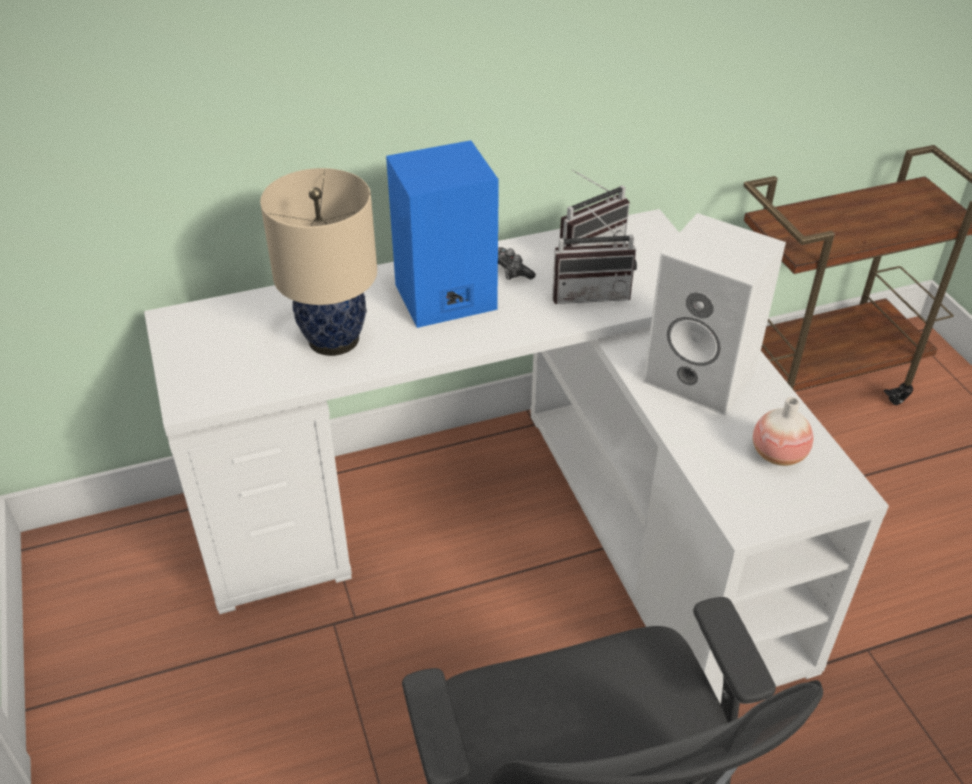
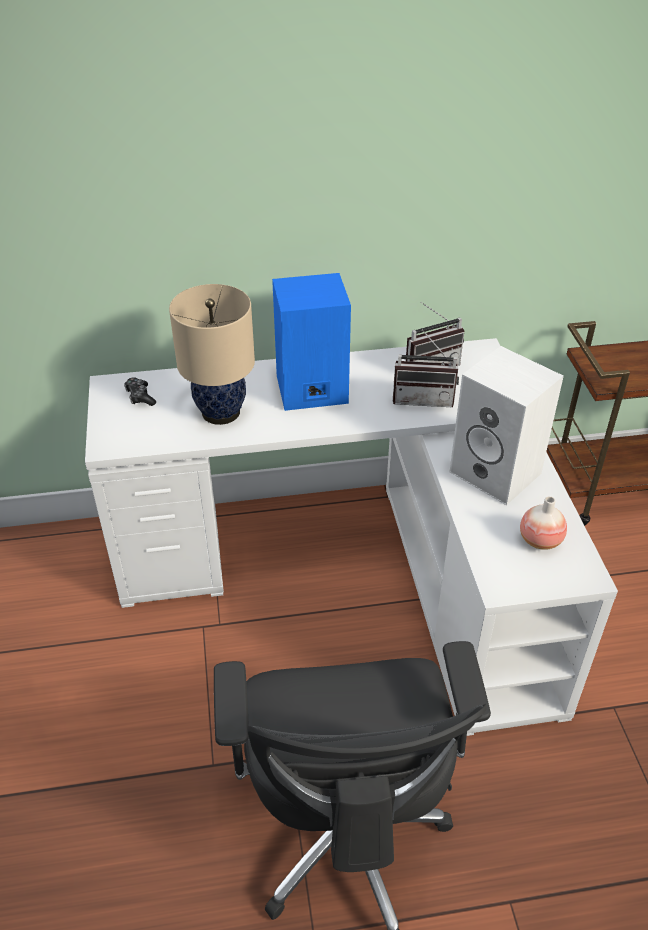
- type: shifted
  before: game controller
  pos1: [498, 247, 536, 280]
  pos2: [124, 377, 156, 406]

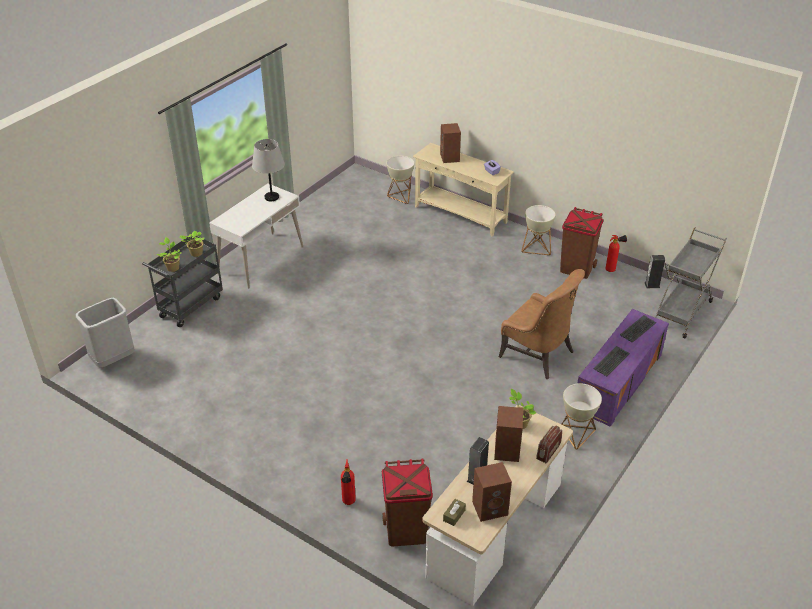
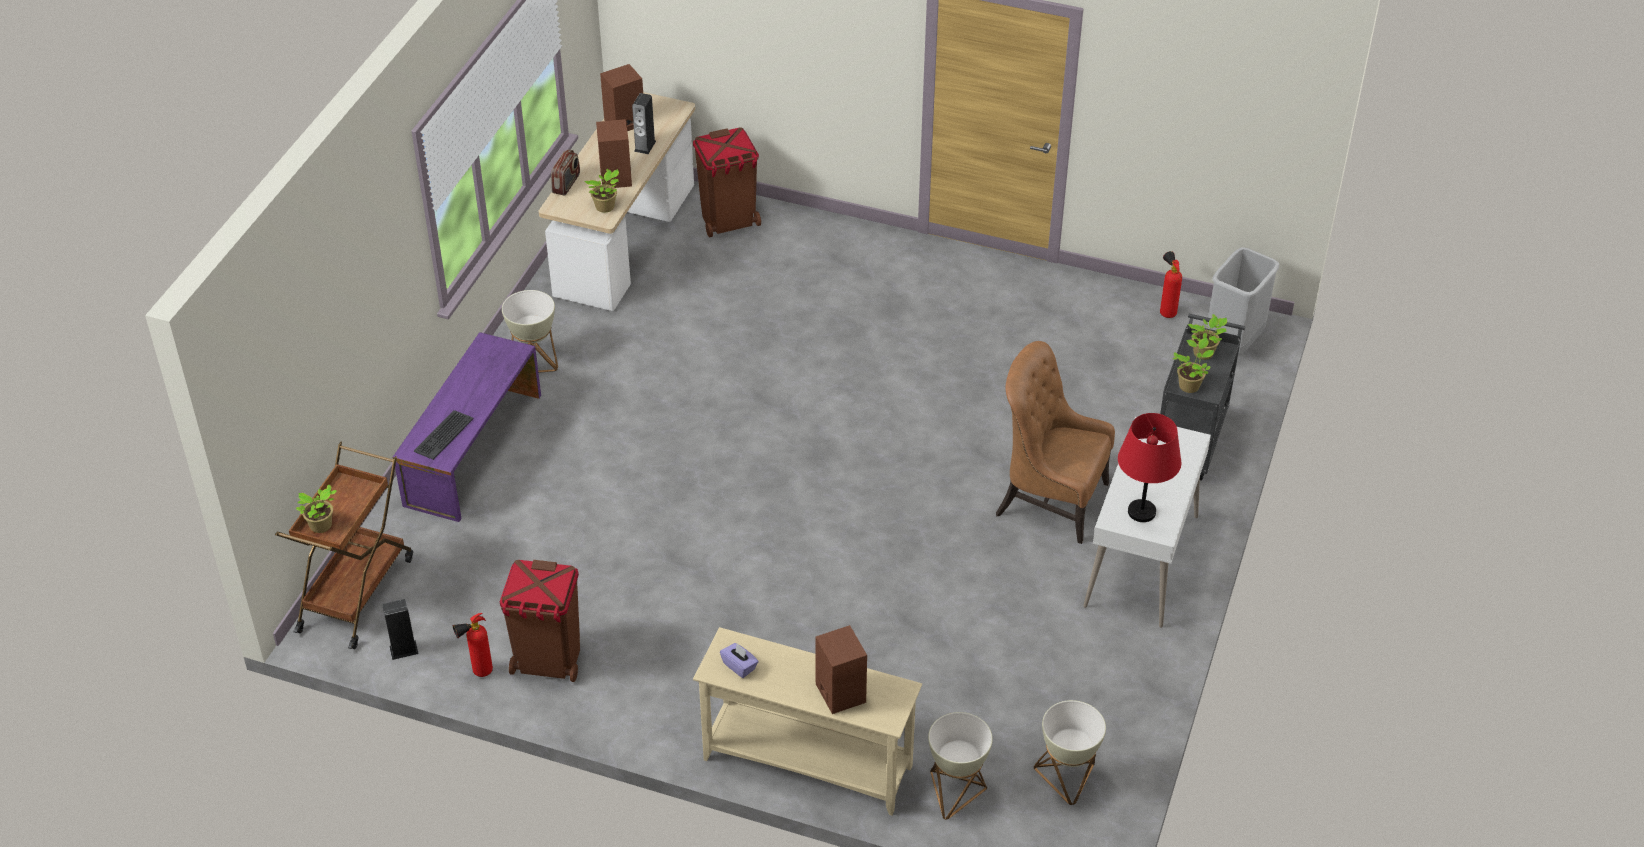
- type: repainted
  before: table lamp (grey)
  after: table lamp (red)
  pos1: [252, 139, 285, 201]
  pos2: [1118, 413, 1181, 522]
- type: shifted
  before: planter
  pos1: [522, 205, 556, 255]
  pos2: [1034, 700, 1106, 805]
- type: repainted
  before: cart (grey)
  after: cart (brown)
  pos1: [655, 227, 727, 338]
  pos2: [275, 442, 413, 649]
- type: shifted
  before: chair (brown)
  pos1: [499, 269, 585, 379]
  pos2: [996, 341, 1115, 544]
- type: gone
  before: keyboard
  pos1: [593, 346, 630, 376]
- type: shifted
  before: fire extinguisher
  pos1: [341, 459, 356, 505]
  pos2: [1160, 251, 1182, 318]
- type: gone
  before: tissue box (brown)
  pos1: [443, 499, 466, 526]
- type: new
  after: potted plant
  pos2: [296, 485, 337, 533]

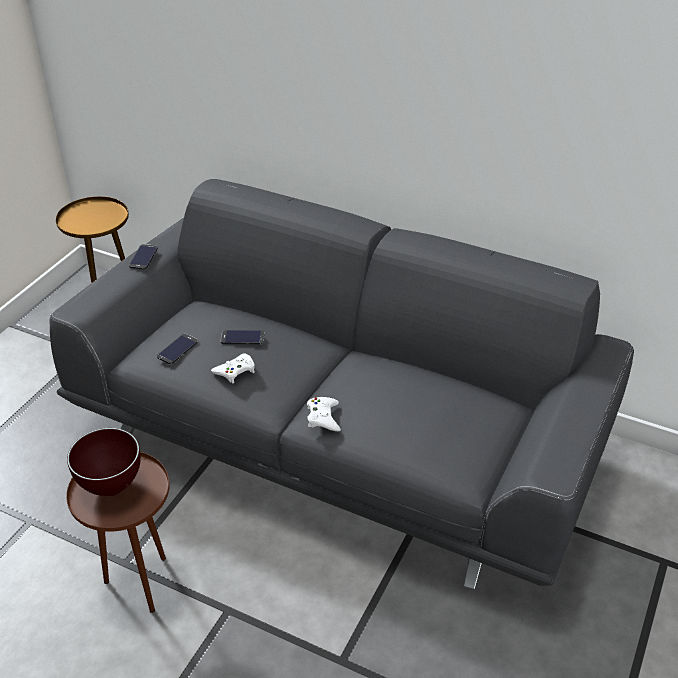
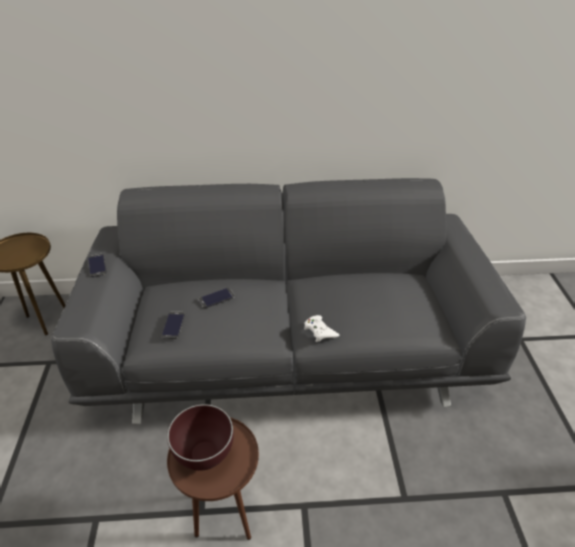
- type: gone
  before: game controller (white)
  pos1: [211, 353, 255, 384]

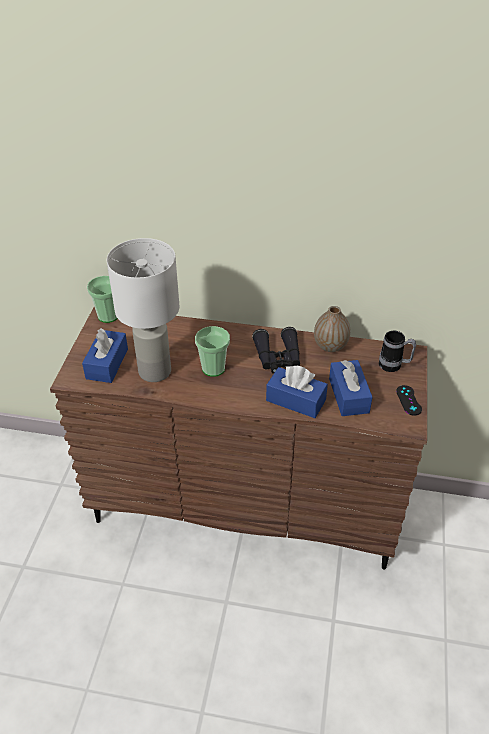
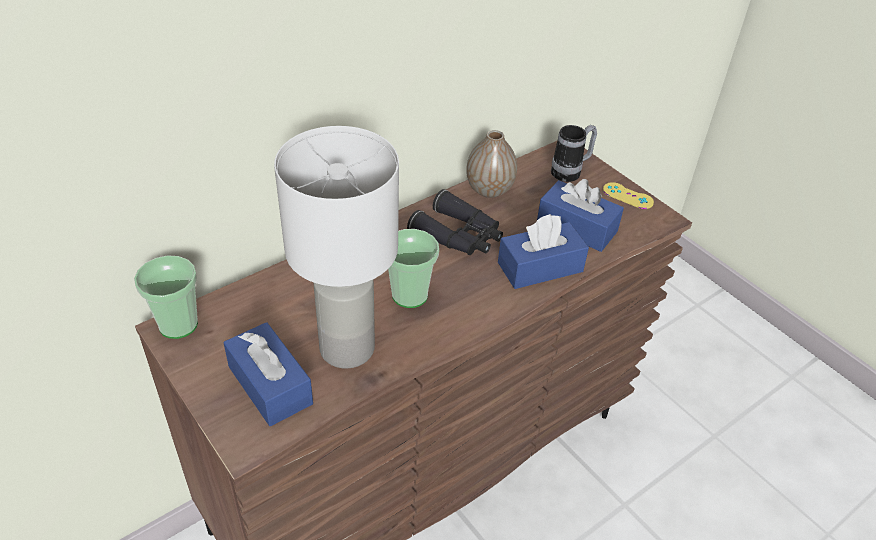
- type: repainted
  before: game controller (black)
  after: game controller (yellow)
  pos1: [396, 385, 422, 416]
  pos2: [603, 182, 654, 209]

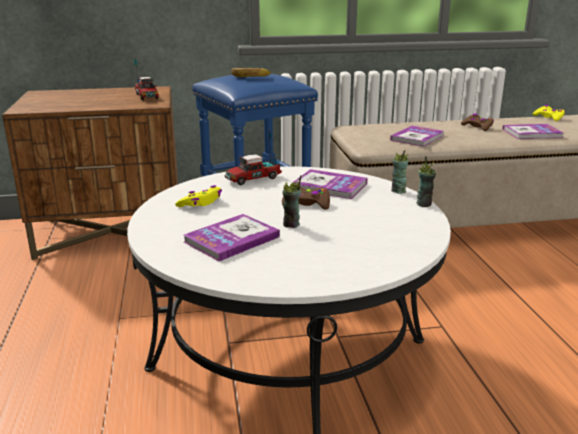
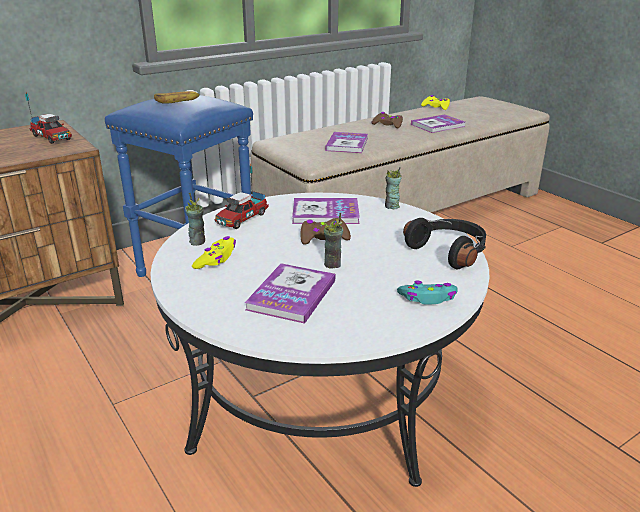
- type: shifted
  before: cup
  pos1: [416, 156, 436, 207]
  pos2: [185, 193, 205, 246]
- type: new
  after: headphones (black)
  pos2: [403, 218, 486, 269]
- type: new
  after: game controller (turquoise)
  pos2: [397, 281, 457, 304]

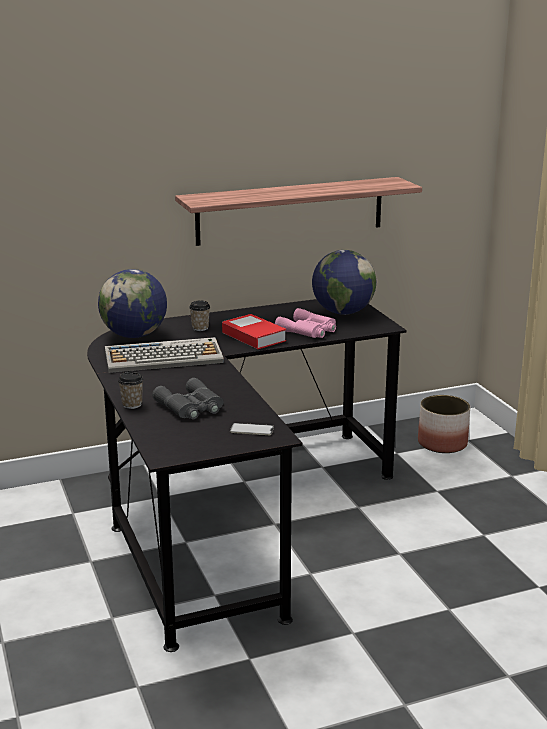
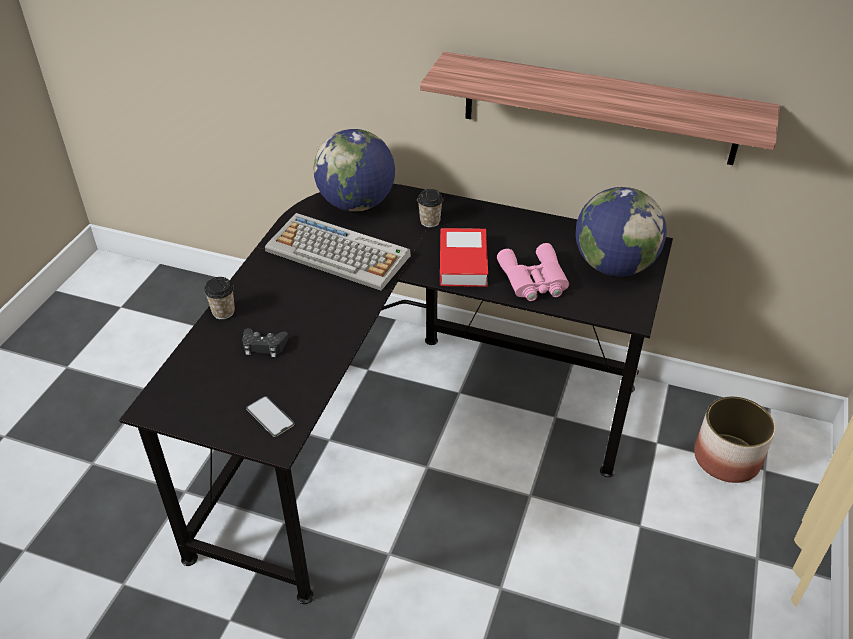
- type: swapped
  before: binoculars (grey)
  after: game controller (black)
  pos1: [152, 378, 224, 419]
  pos2: [242, 328, 288, 357]

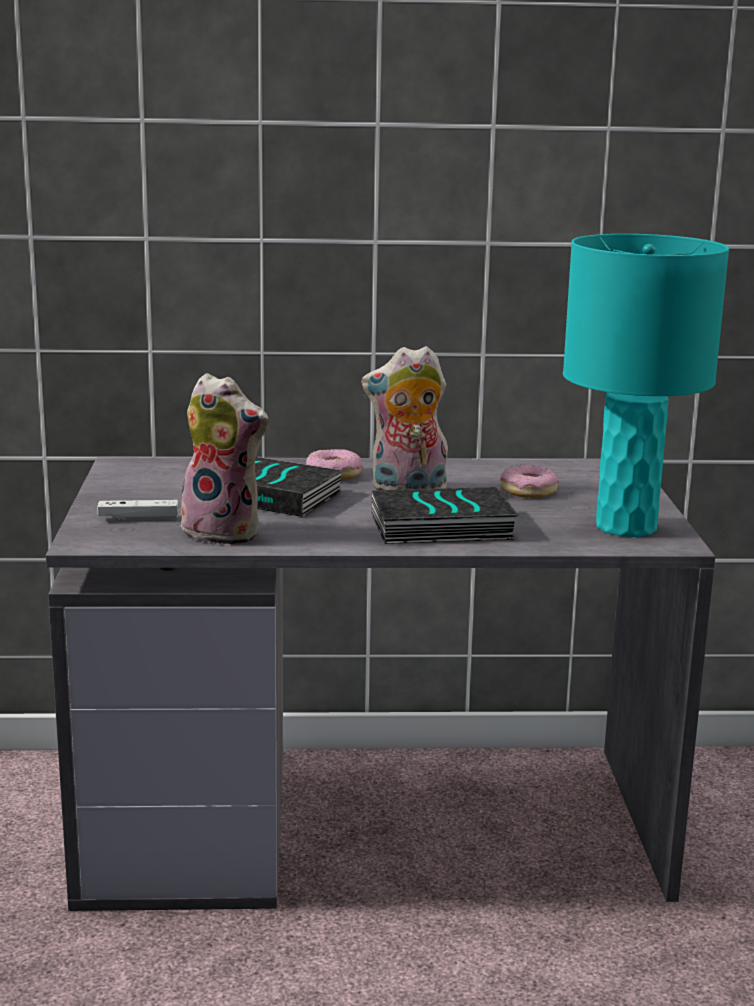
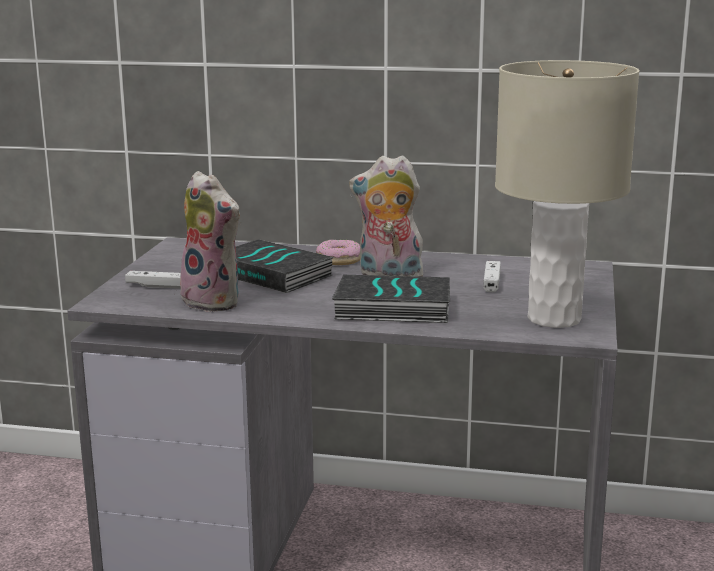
- type: repainted
  before: table lamp (turquoise)
  after: table lamp (beige)
  pos1: [563, 234, 729, 537]
  pos2: [495, 60, 640, 328]
- type: swapped
  before: donut
  after: game controller (white)
  pos1: [500, 465, 559, 498]
  pos2: [483, 261, 501, 292]

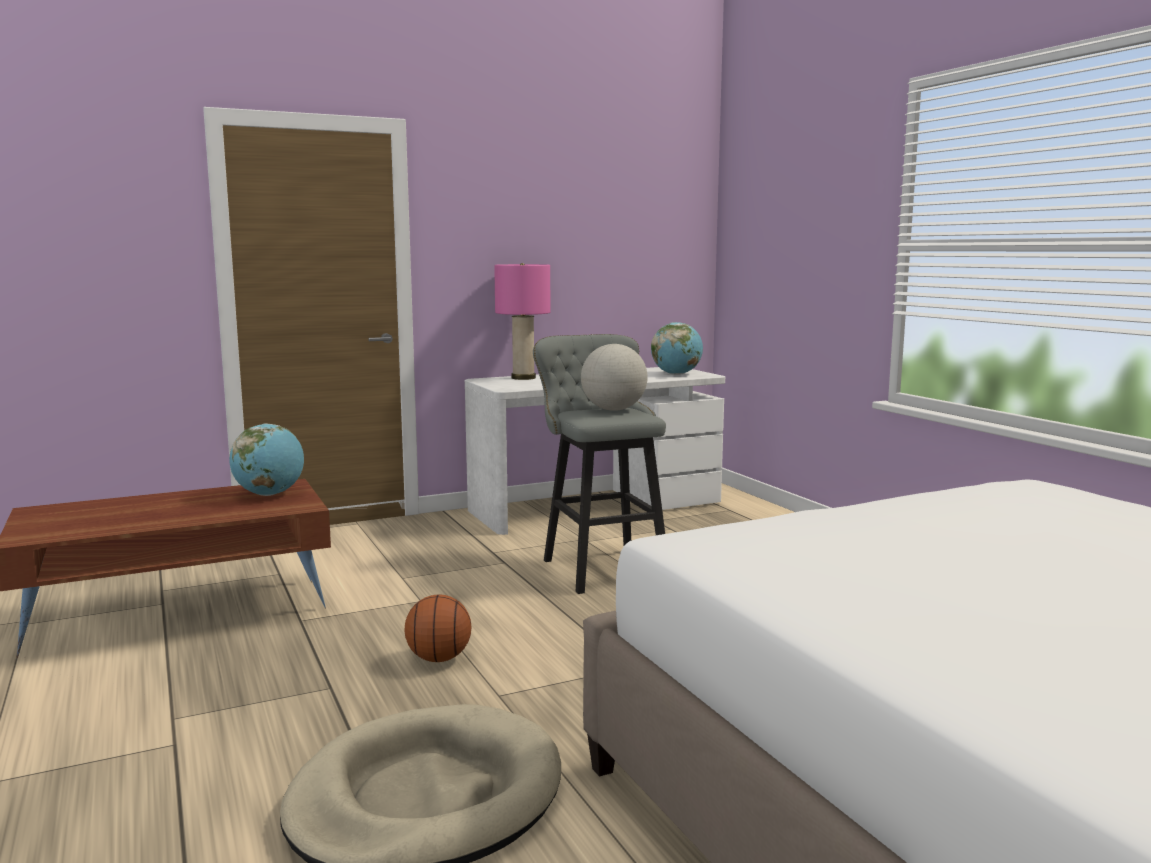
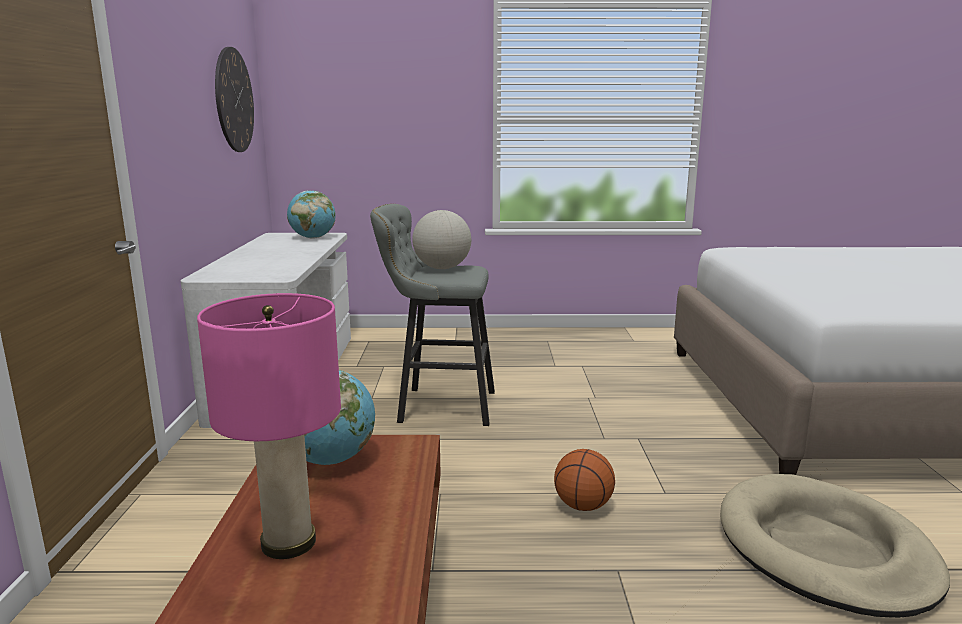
- type: shifted
  before: table lamp (pink)
  pos1: [494, 263, 550, 380]
  pos2: [197, 293, 341, 559]
- type: new
  after: wall clock
  pos2: [215, 47, 254, 152]

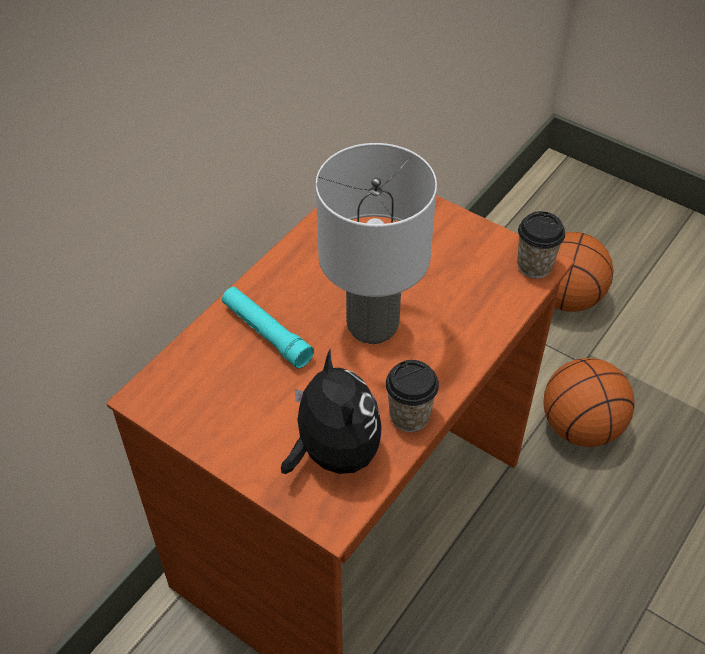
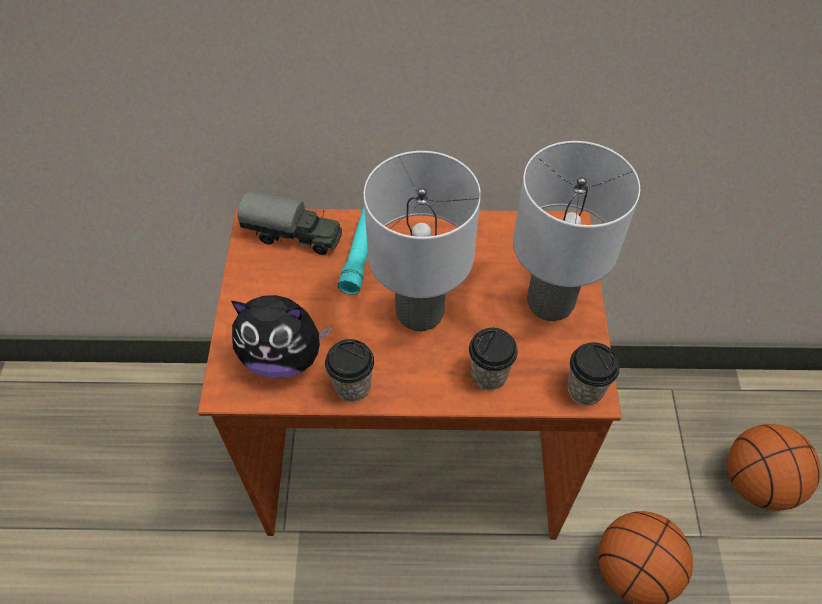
- type: rotated
  before: plush toy
  pos1: [281, 349, 382, 474]
  pos2: [231, 295, 332, 378]
  turn: 60
- type: new
  after: table lamp (white)
  pos2: [513, 141, 640, 321]
- type: new
  after: toy truck
  pos2: [237, 190, 342, 255]
- type: new
  after: cup
  pos2: [469, 328, 518, 390]

